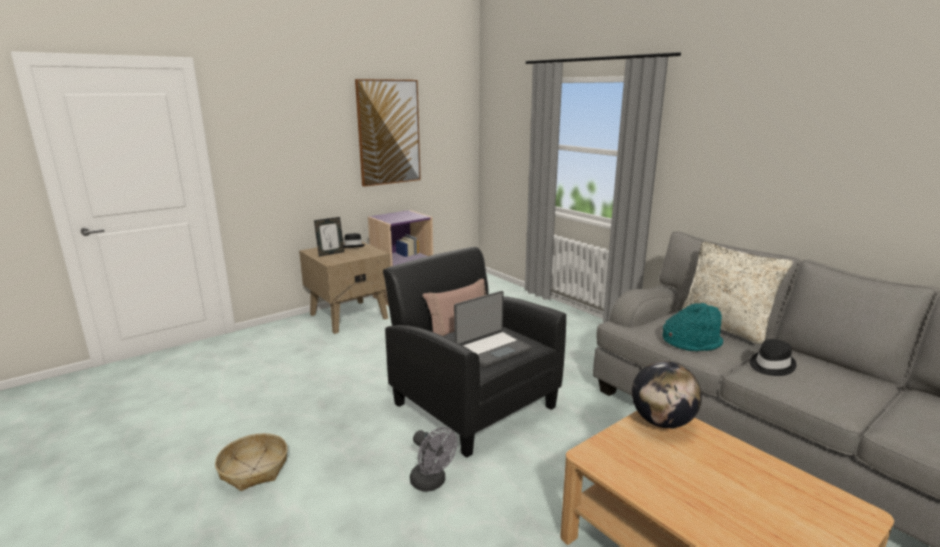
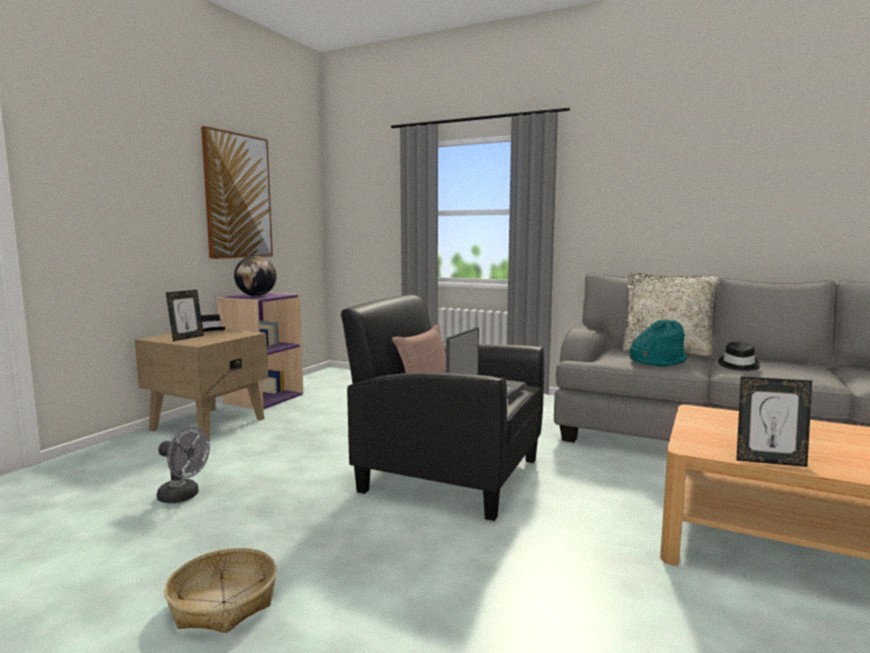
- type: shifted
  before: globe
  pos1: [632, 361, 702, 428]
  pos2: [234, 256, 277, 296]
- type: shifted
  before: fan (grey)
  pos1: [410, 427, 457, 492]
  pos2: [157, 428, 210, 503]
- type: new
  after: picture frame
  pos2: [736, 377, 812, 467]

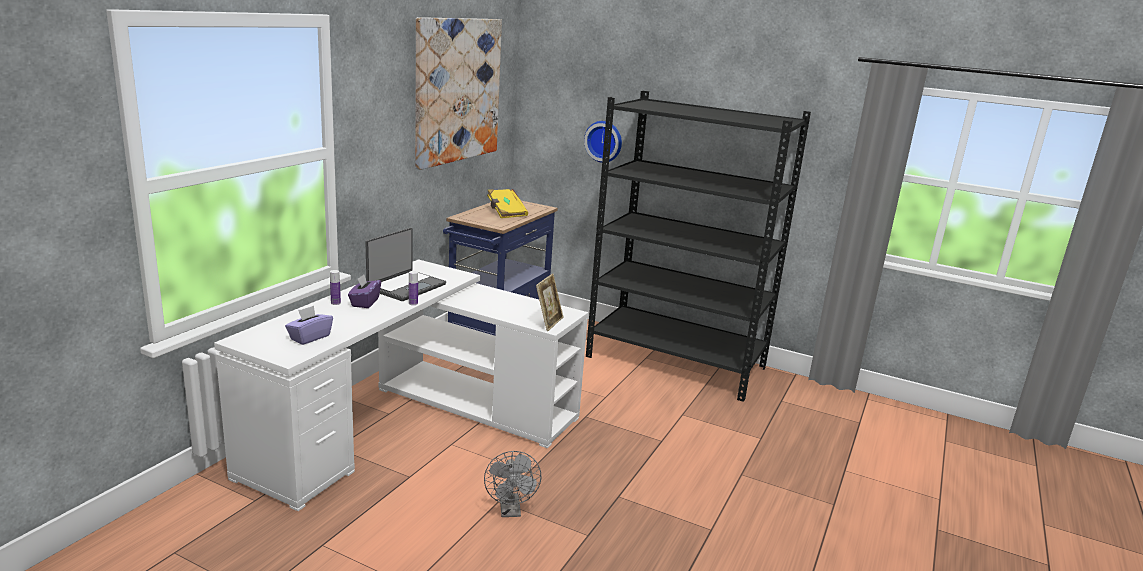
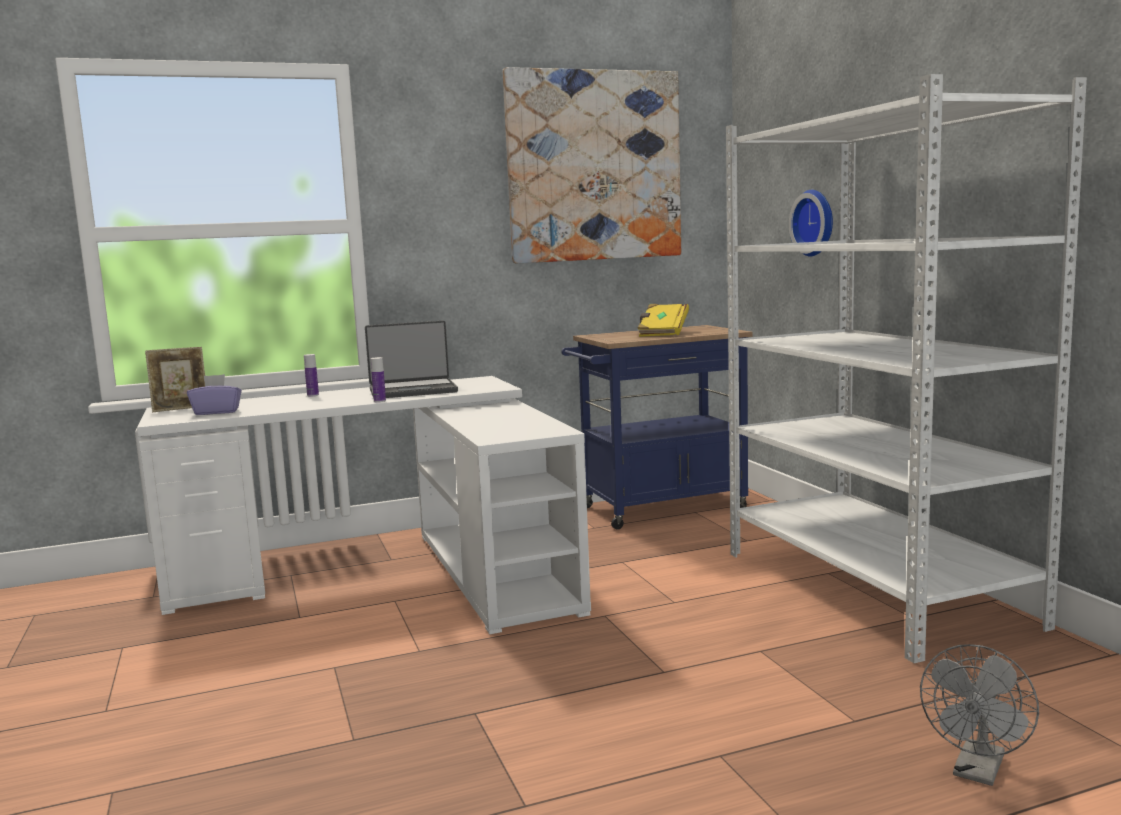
- type: repainted
  before: bookcase (black)
  after: bookcase (white)
  pos1: [586, 91, 811, 402]
  pos2: [726, 74, 1087, 663]
- type: gone
  before: tissue box (purple)
  pos1: [348, 274, 381, 308]
- type: shifted
  before: picture frame
  pos1: [536, 274, 563, 331]
  pos2: [145, 347, 205, 412]
- type: shifted
  before: fan (grey)
  pos1: [484, 451, 542, 517]
  pos2: [920, 644, 1039, 786]

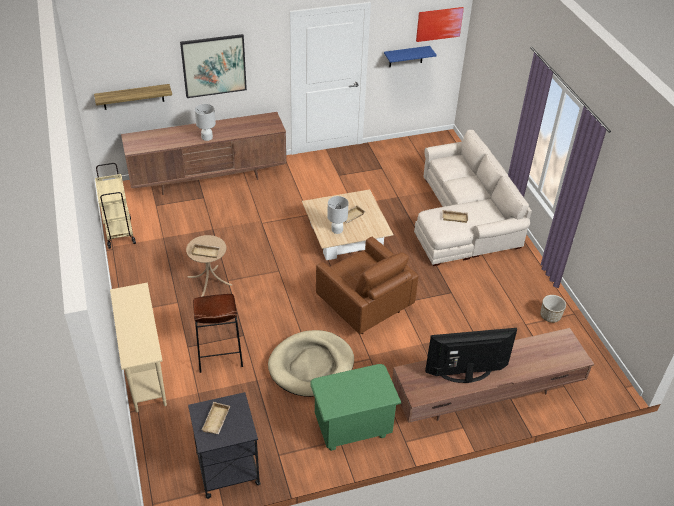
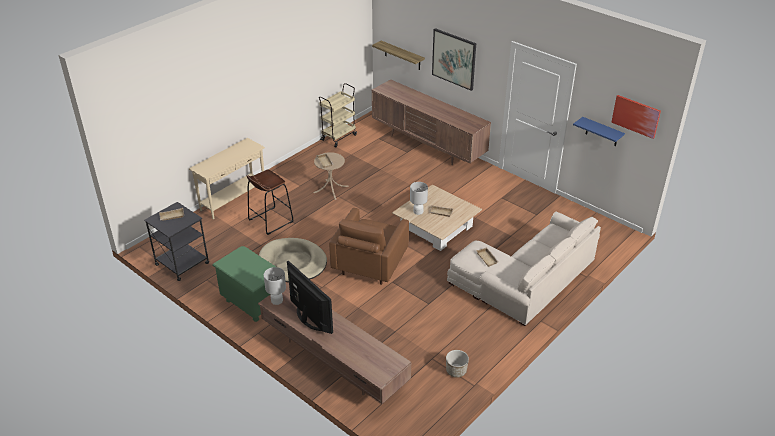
- type: shifted
  before: table lamp (grey)
  pos1: [195, 104, 216, 141]
  pos2: [264, 267, 286, 305]

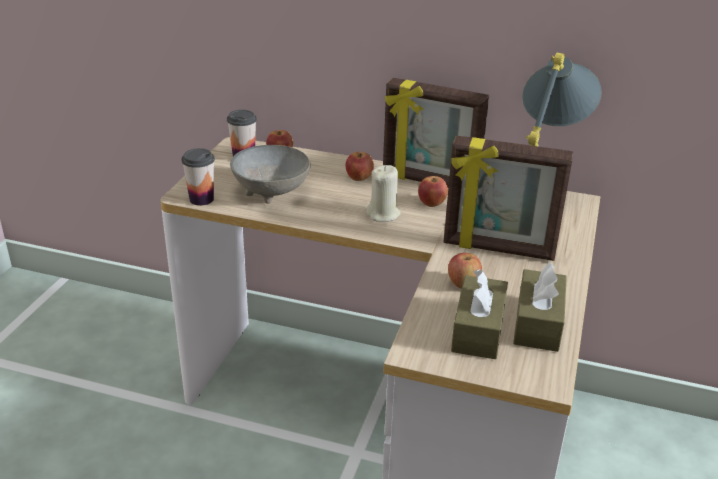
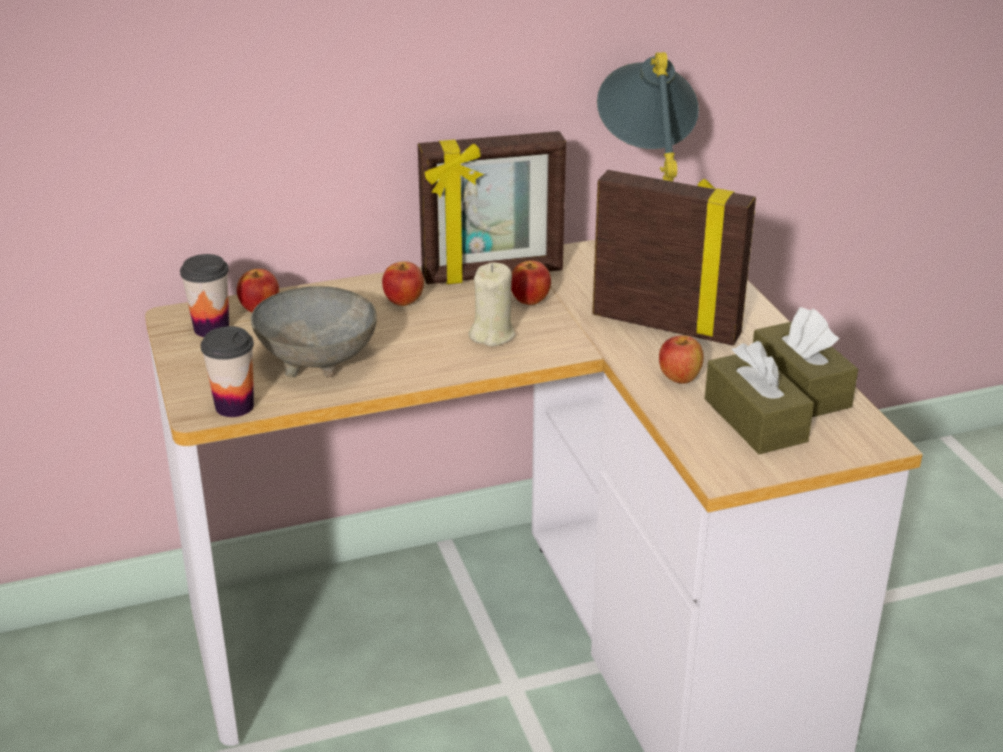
- type: rotated
  before: picture frame
  pos1: [444, 136, 573, 261]
  pos2: [592, 170, 756, 346]
  turn: -135

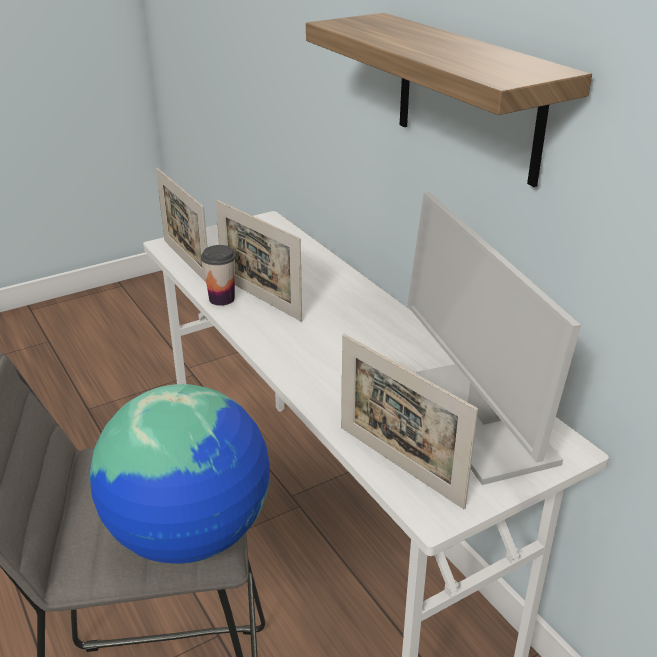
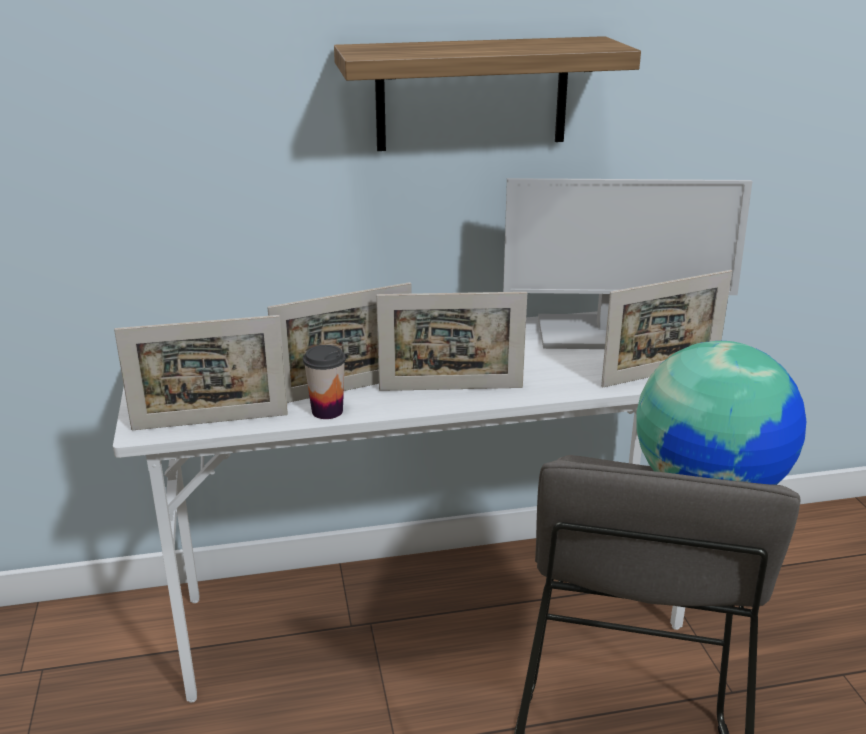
- type: new
  after: picture frame
  pos2: [376, 292, 527, 391]

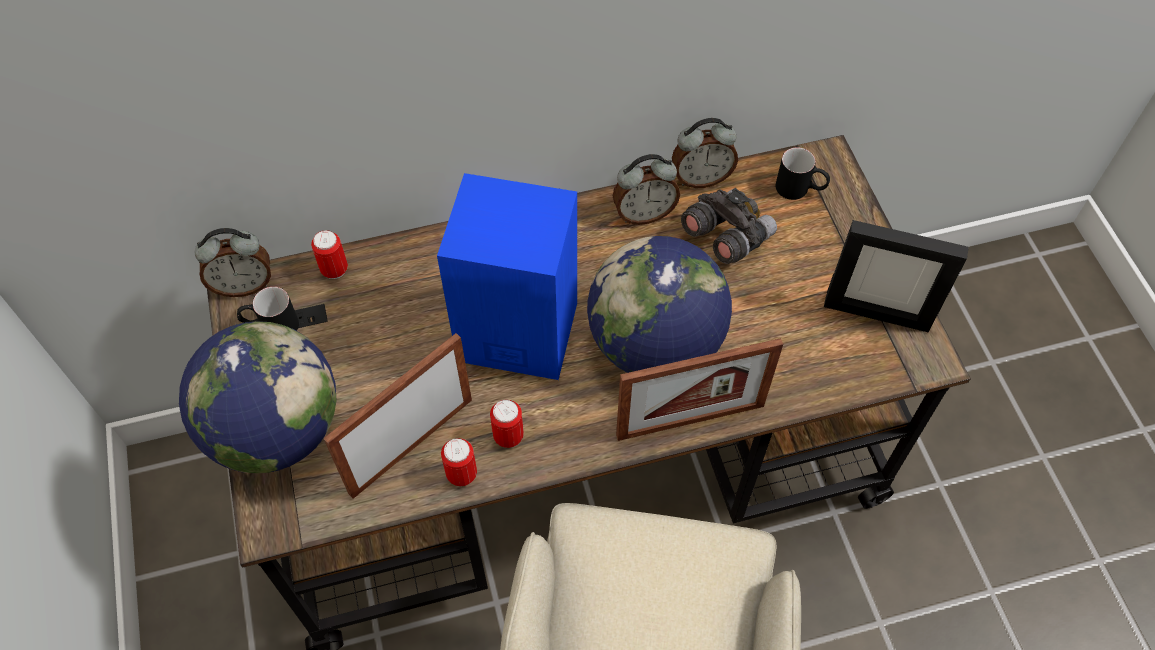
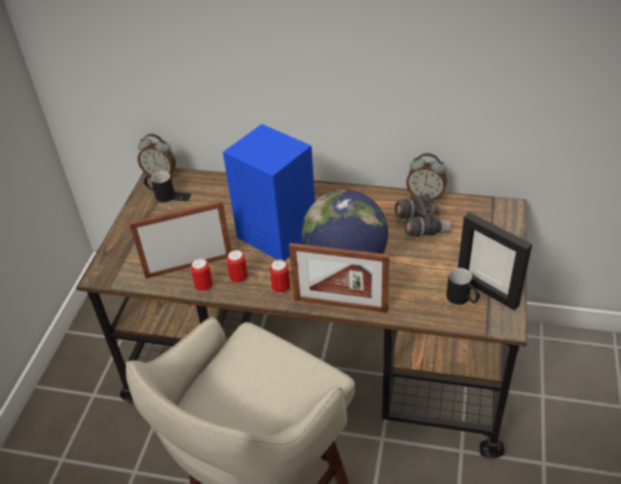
- type: shifted
  before: mug (black)
  pos1: [776, 147, 830, 200]
  pos2: [446, 268, 480, 305]
- type: gone
  before: alarm clock
  pos1: [613, 154, 680, 225]
- type: shifted
  before: can
  pos1: [311, 230, 348, 279]
  pos2: [270, 260, 290, 294]
- type: gone
  before: globe
  pos1: [179, 321, 336, 473]

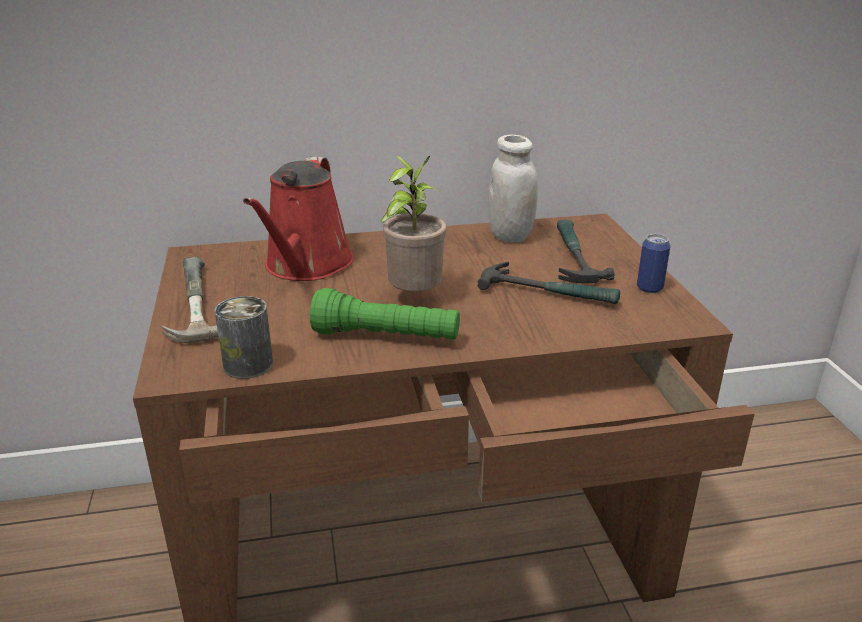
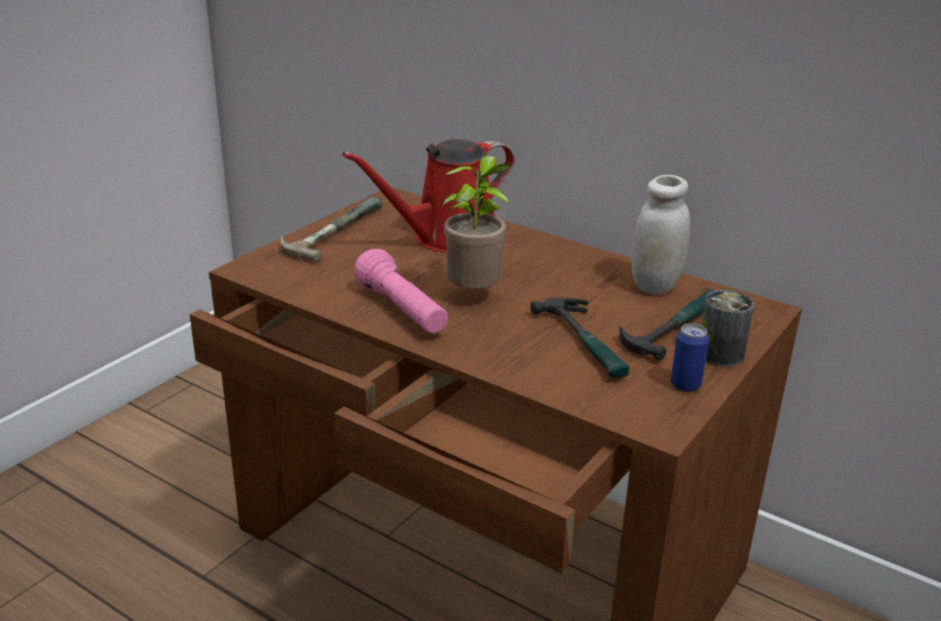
- type: repainted
  before: flashlight (green)
  after: flashlight (pink)
  pos1: [310, 288, 460, 340]
  pos2: [354, 249, 448, 334]
- type: shifted
  before: can
  pos1: [214, 296, 273, 379]
  pos2: [702, 290, 754, 367]

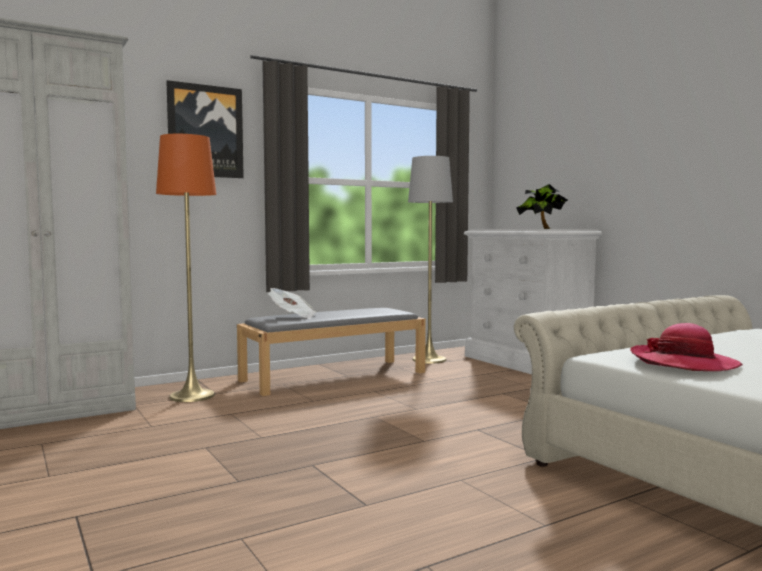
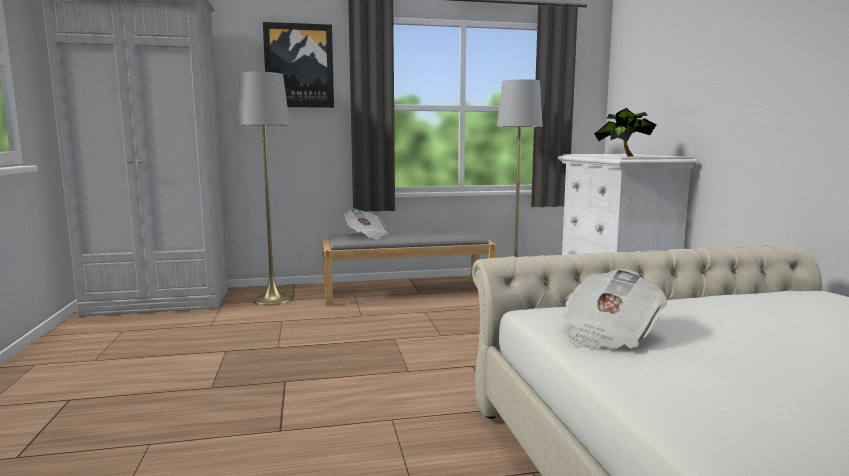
- type: repainted
  before: floor lamp (orange)
  after: floor lamp (grey)
  pos1: [156, 134, 216, 402]
  pos2: [237, 71, 292, 306]
- type: swapped
  before: hat
  after: newspaper
  pos1: [630, 323, 743, 371]
  pos2: [564, 269, 667, 348]

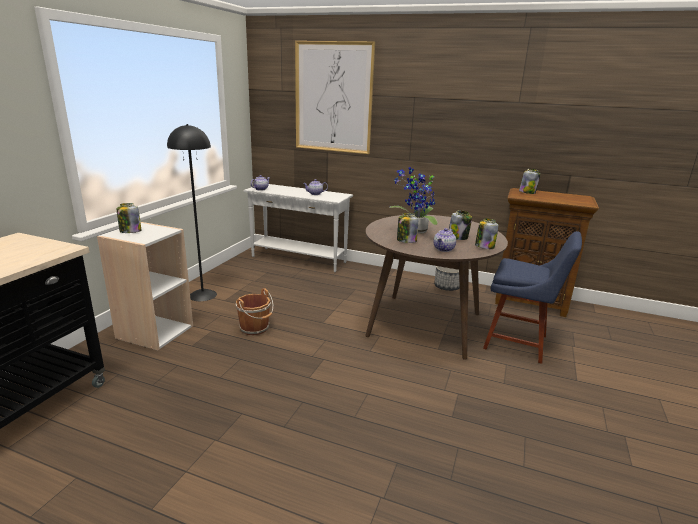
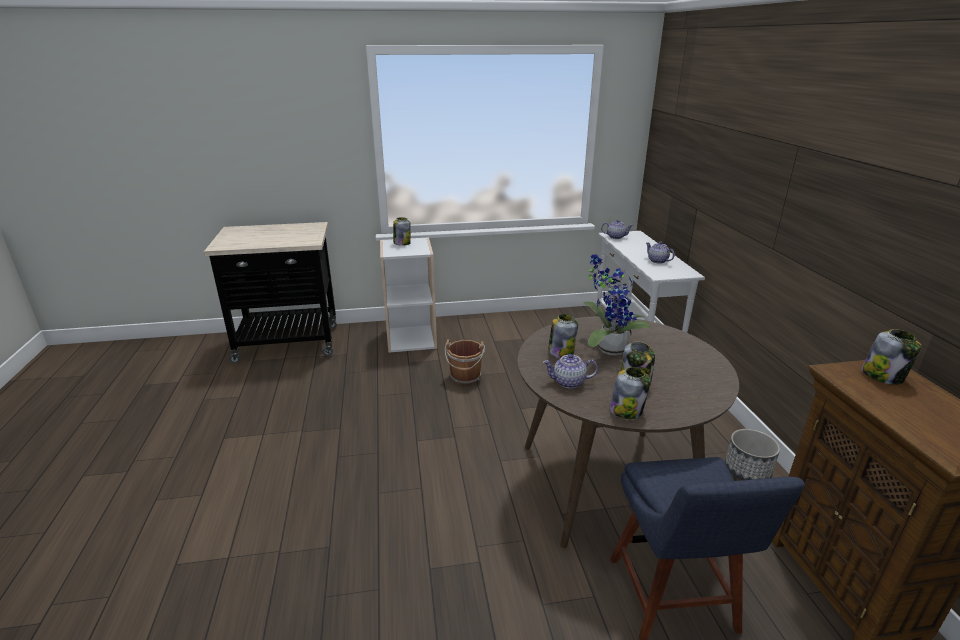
- type: gone
  before: picture
  pos1: [295, 41, 375, 154]
- type: gone
  before: floor lamp (black)
  pos1: [167, 124, 217, 301]

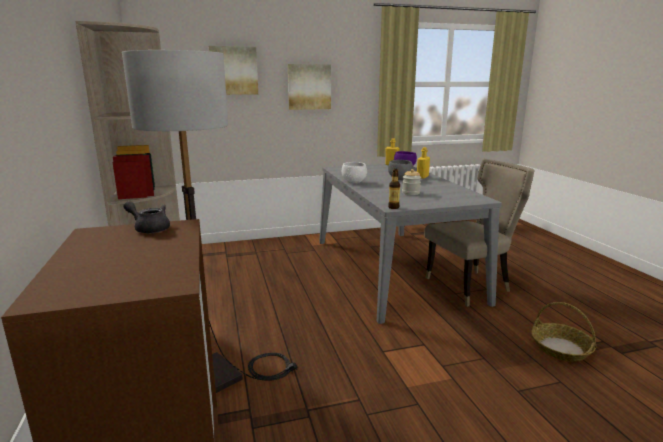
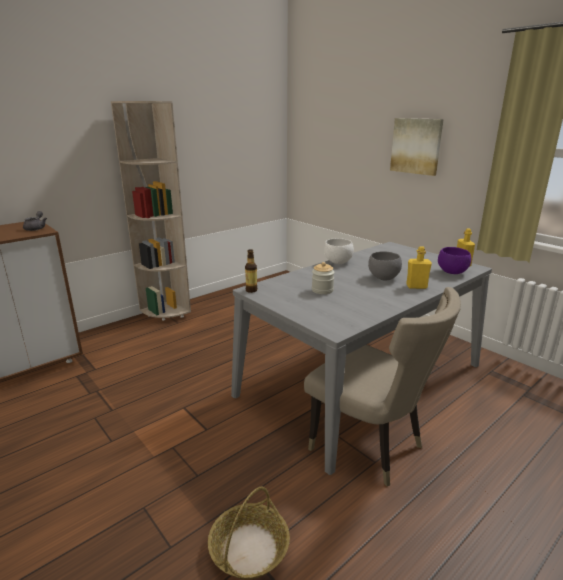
- type: gone
  before: picture
  pos1: [209, 46, 258, 95]
- type: gone
  before: floor lamp
  pos1: [122, 50, 297, 393]

